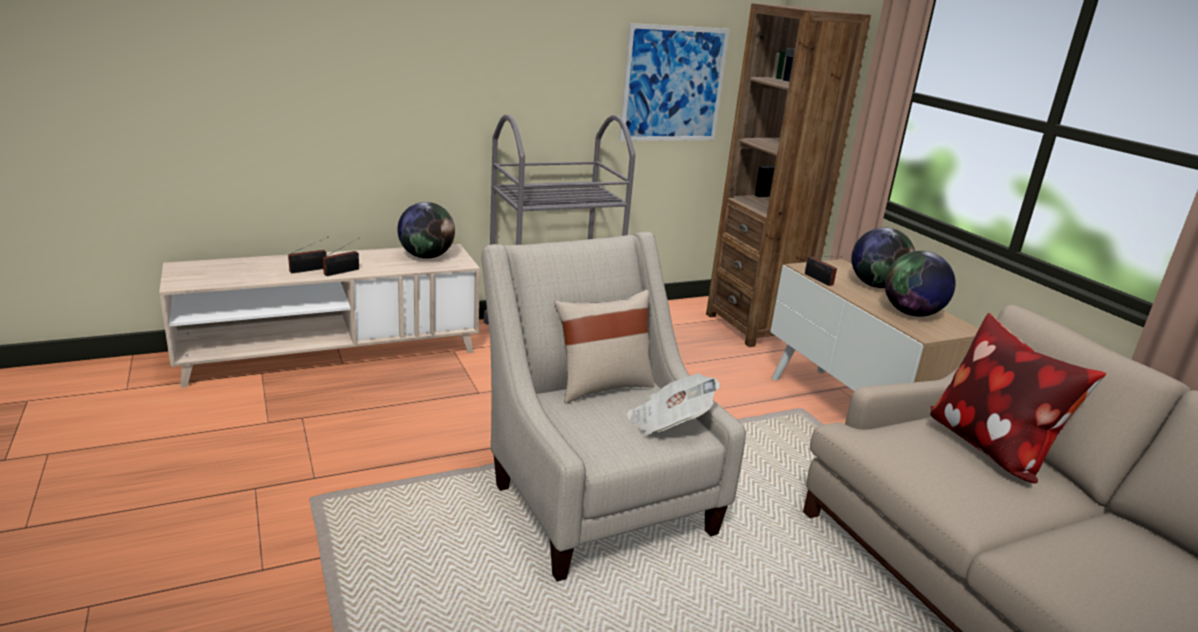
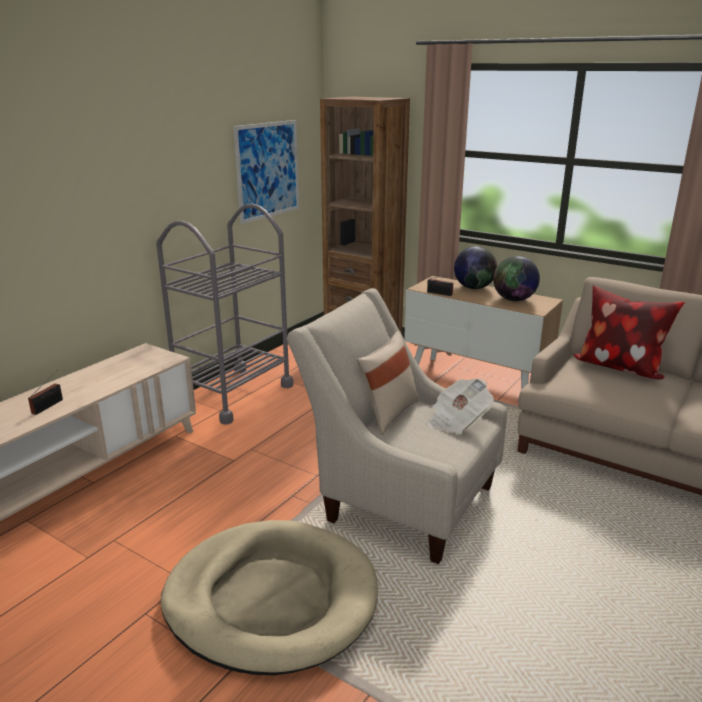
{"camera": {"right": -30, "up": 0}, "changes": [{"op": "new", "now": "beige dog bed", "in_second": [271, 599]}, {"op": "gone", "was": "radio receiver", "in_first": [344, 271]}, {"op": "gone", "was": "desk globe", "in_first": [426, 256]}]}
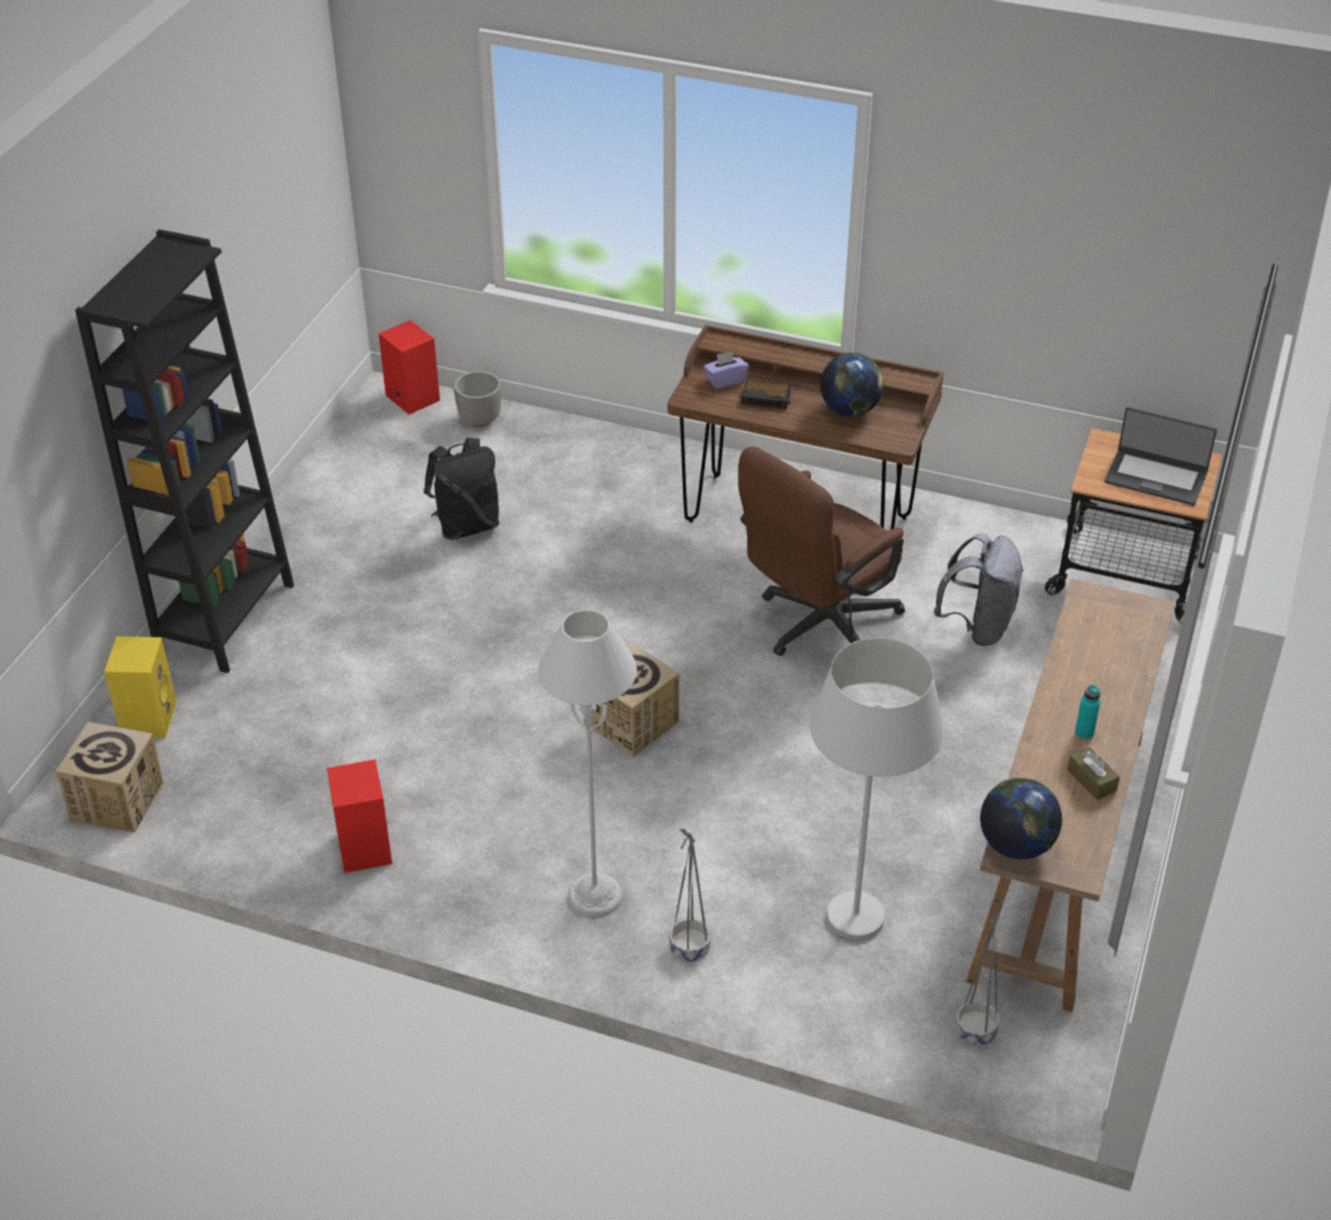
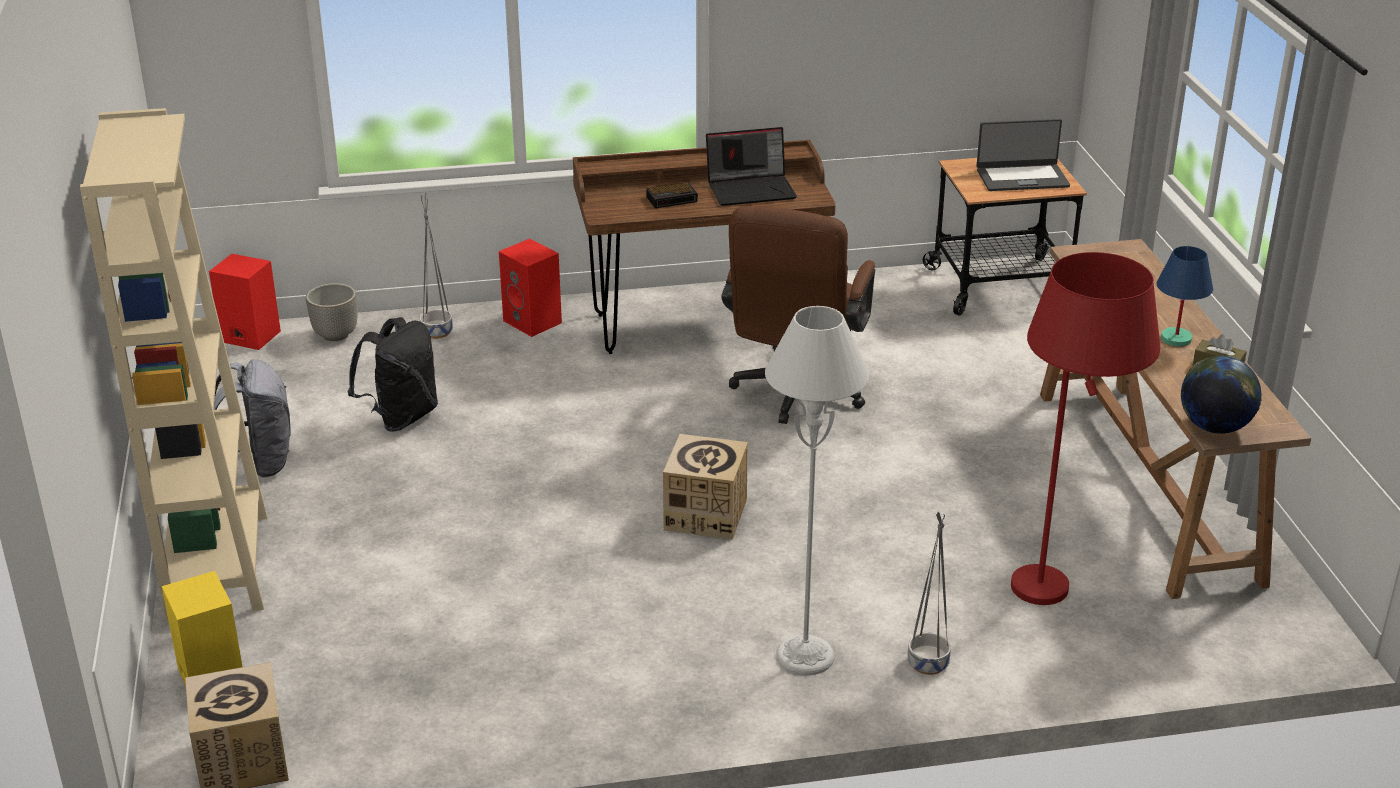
{"camera": {"right": -30, "up": -10}, "changes": [{"op": "repainted", "was": "black-coloured bookshelf", "now": "beige bookshelf", "in_first": [225, 619], "in_second": [218, 566]}, {"op": "shifted", "was": "gray rucksack", "in_first": [977, 627], "in_second": [258, 463]}, {"op": "shifted", "was": "gray flower pot", "in_first": [975, 1030], "in_second": [437, 331]}, {"op": "shifted", "was": "red-coloured speaker", "in_first": [366, 849], "in_second": [534, 322]}, {"op": "swapped", "was": "desk globe", "now": "portable computer", "in_first": [850, 410], "in_second": [752, 189]}, {"op": "repainted", "was": "white standard lamp", "now": "red-coloured standard lamp", "in_first": [855, 943], "in_second": [1058, 605]}, {"op": "swapped", "was": "turquoise drink bottle", "now": "blue-coloured table lamp", "in_first": [1084, 733], "in_second": [1176, 339]}, {"op": "gone", "was": "purple-coloured tissue holder", "in_first": [725, 380]}]}
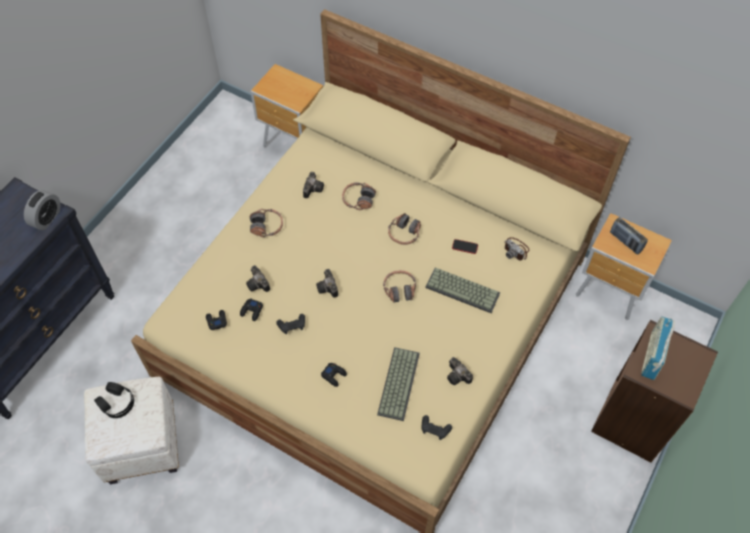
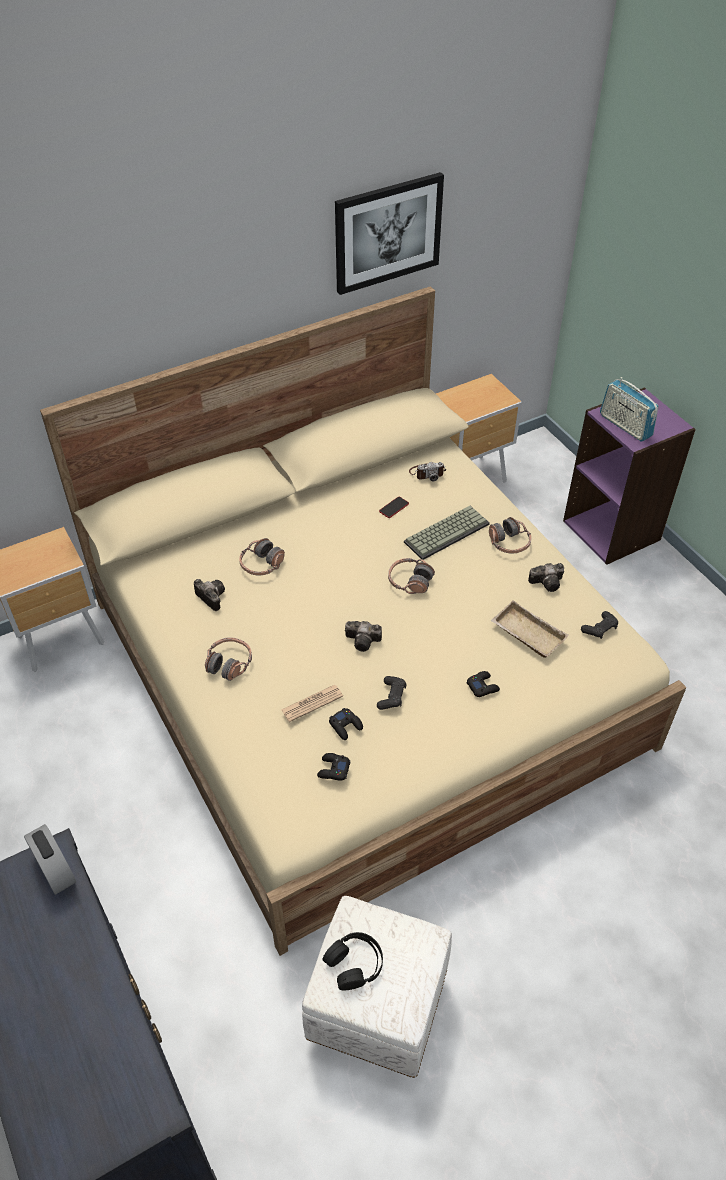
{"camera": {"right": -60, "up": -10}, "changes": [{"op": "swapped", "was": "still camera", "now": "newspaper", "in_first": [258, 284], "in_second": [312, 703]}, {"op": "new", "now": "wall picture", "in_second": [387, 233]}, {"op": "shifted", "was": "pair of headphones", "in_first": [404, 233], "in_second": [509, 543]}, {"op": "swapped", "was": "computer keyboard", "now": "beige serving tray", "in_first": [397, 382], "in_second": [526, 634]}, {"op": "repainted", "was": "brown bookshelf", "now": "purple-coloured bookshelf", "in_first": [633, 420], "in_second": [612, 530]}, {"op": "gone", "was": "radio receiver", "in_first": [625, 242]}]}
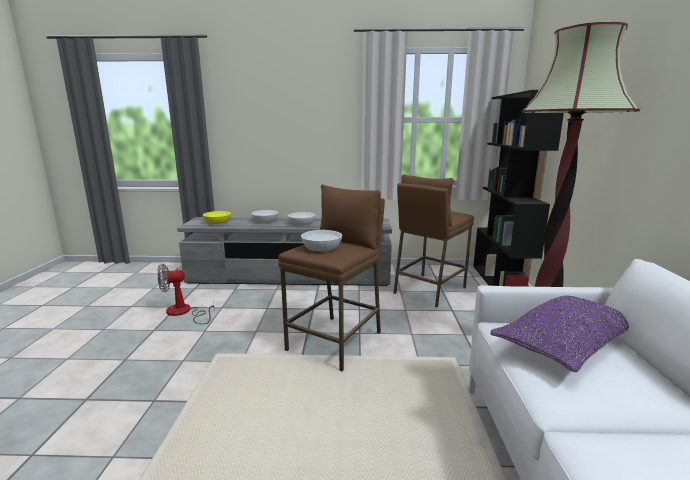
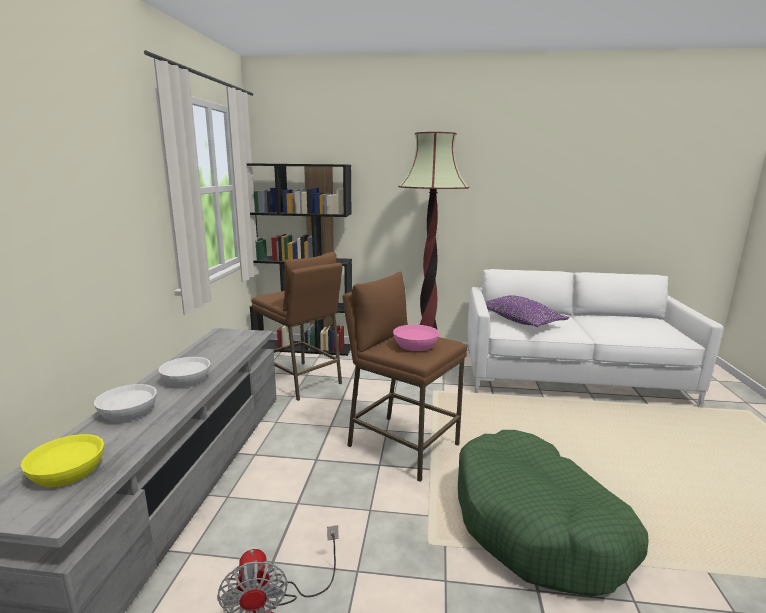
{"camera": {"right": -85, "up": 0}, "changes": [{"op": "repainted", "was": "white bowl", "now": "pinkish bowl", "in_first": [322, 247], "in_second": [416, 345]}, {"op": "new", "now": "green-coloured dog bed", "in_second": [537, 525]}]}
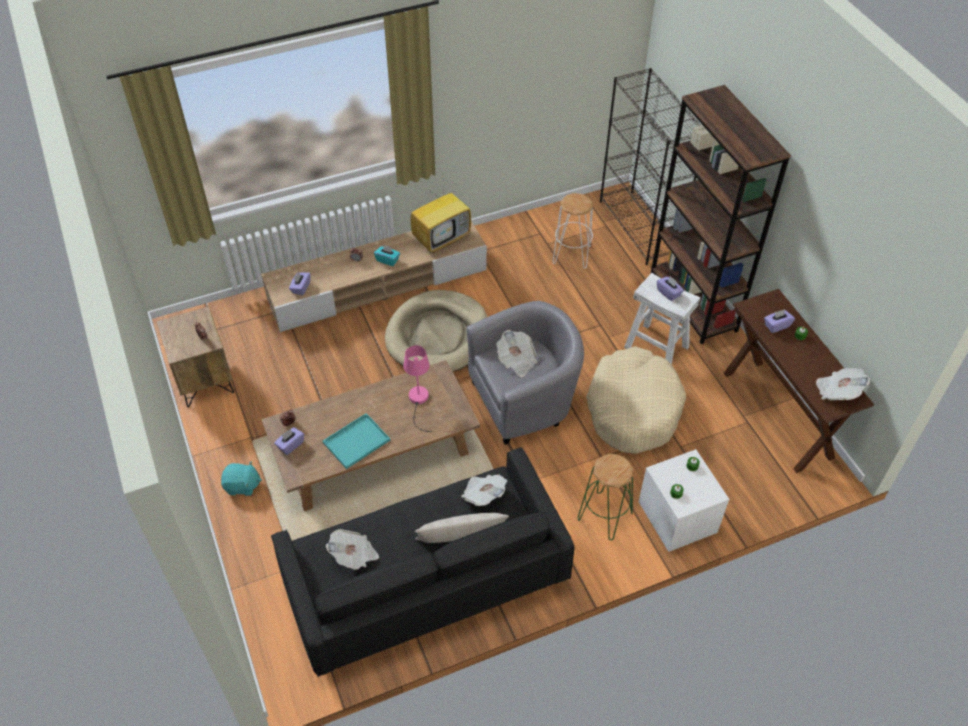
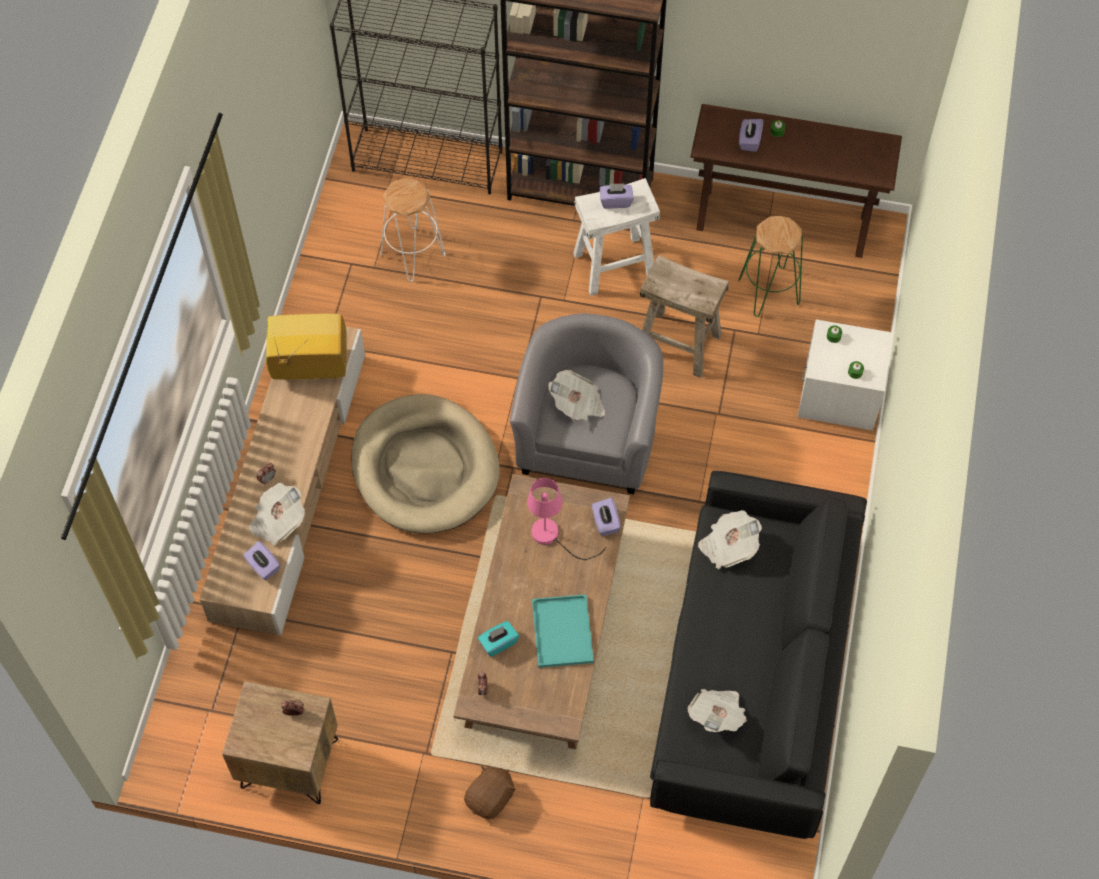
{"camera": {"right": -55, "up": 10}, "changes": [{"op": "shifted", "was": "newspaper", "in_first": [838, 391], "in_second": [277, 521]}, {"op": "rotated", "was": "television", "in_first": [442, 238], "in_second": [308, 367], "clockwise": -90}, {"op": "repainted", "was": "turquoise soft toy", "now": "brown soft toy", "in_first": [242, 486], "in_second": [490, 798]}, {"op": "shifted", "was": "turquoise tissue holder", "in_first": [387, 260], "in_second": [498, 643]}, {"op": "shifted", "was": "purple-coloured tissue holder", "in_first": [290, 445], "in_second": [605, 522]}, {"op": "swapped", "was": "beige dog bed", "now": "beige sitting stool", "in_first": [633, 409], "in_second": [679, 343]}, {"op": "shifted", "was": "green-coloured sitting stool", "in_first": [604, 516], "in_second": [769, 292]}, {"op": "gone", "was": "beige throw pillow", "in_first": [461, 537]}]}
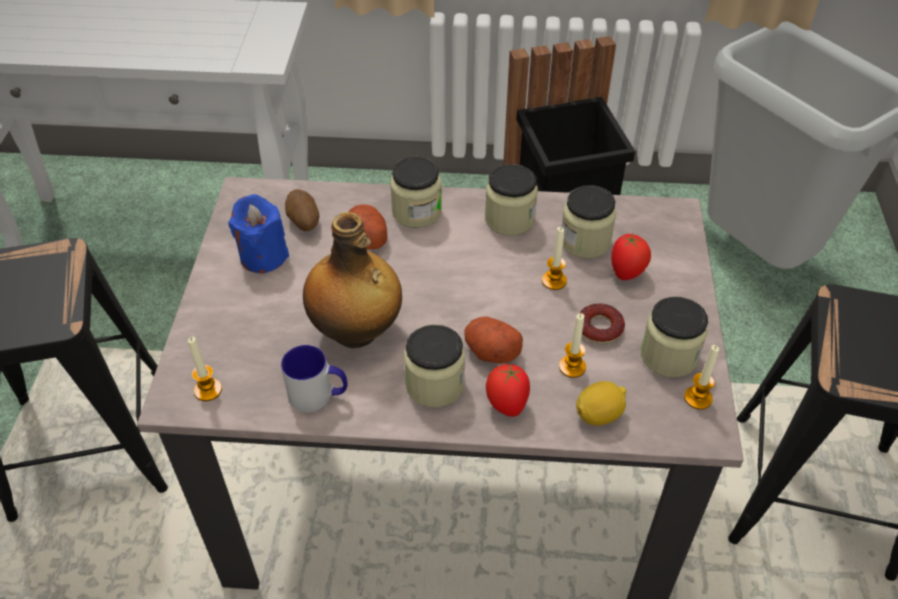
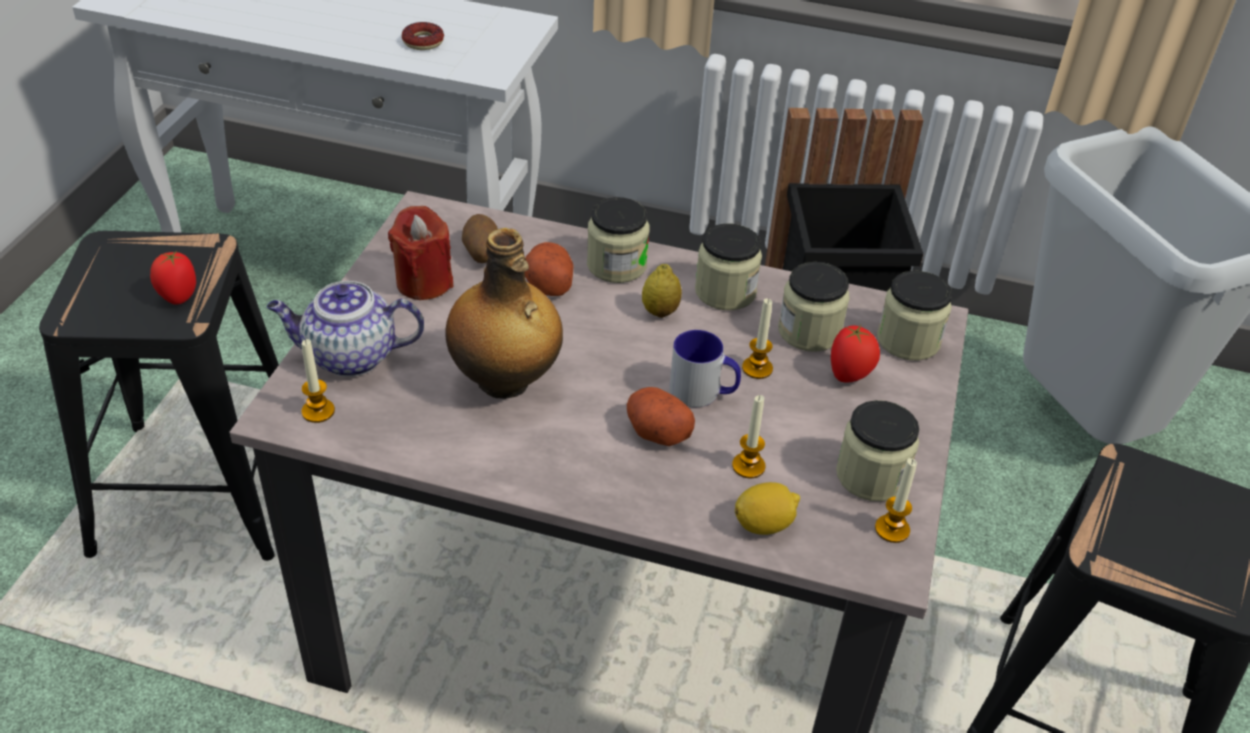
{"camera": {"right": 10, "up": -5}, "changes": [{"op": "shifted", "was": "fresh tomato", "in_first": [506, 405], "in_second": [178, 296]}, {"op": "new", "now": "pot for tea", "in_second": [349, 356]}, {"op": "repainted", "was": "blue-coloured wax light", "now": "red-coloured wax light", "in_first": [263, 256], "in_second": [424, 282]}, {"op": "shifted", "was": "donut", "in_first": [599, 328], "in_second": [423, 42]}, {"op": "new", "now": "whole lemon", "in_second": [660, 311]}, {"op": "shifted", "was": "mug", "in_first": [318, 395], "in_second": [703, 393]}, {"op": "shifted", "was": "storage jar", "in_first": [435, 384], "in_second": [908, 340]}]}
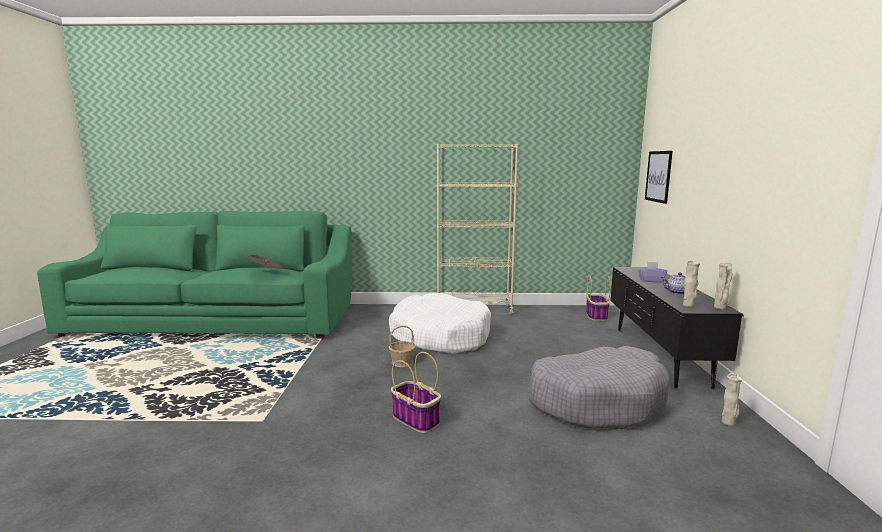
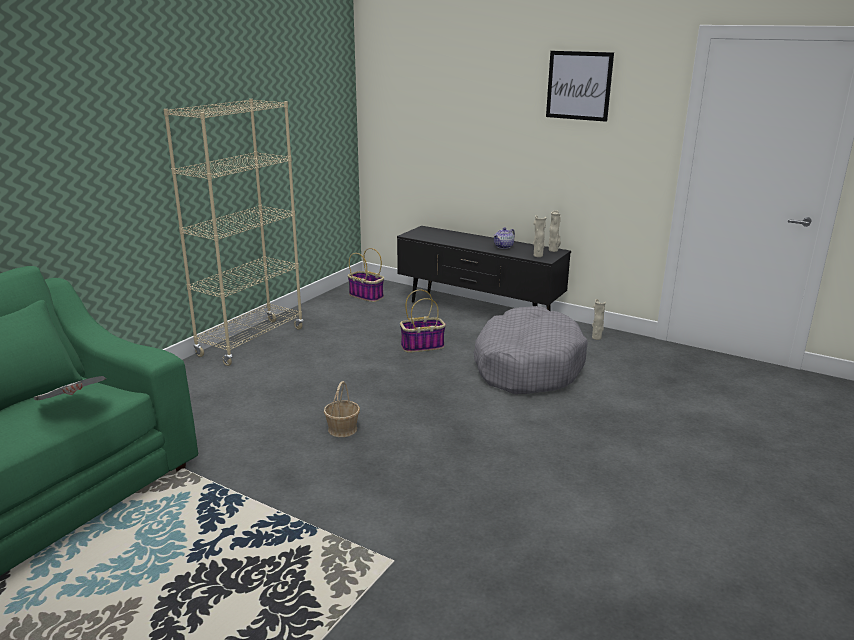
{"camera": {"right": -60, "up": 10}, "changes": [{"op": "shifted", "was": "storage basket", "in_first": [416, 420], "in_second": [422, 346]}, {"op": "shifted", "was": "wall picture", "in_first": [658, 176], "in_second": [579, 85]}, {"op": "gone", "was": "white dog bed", "in_first": [440, 336]}, {"op": "gone", "was": "purple-coloured tissue holder", "in_first": [651, 280]}]}
